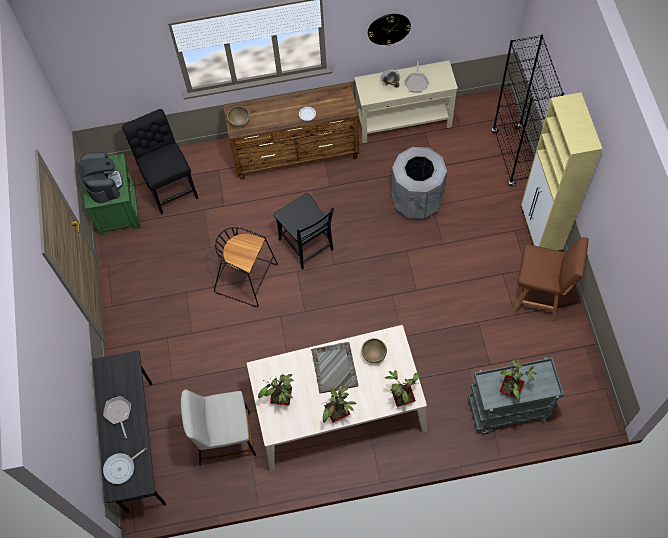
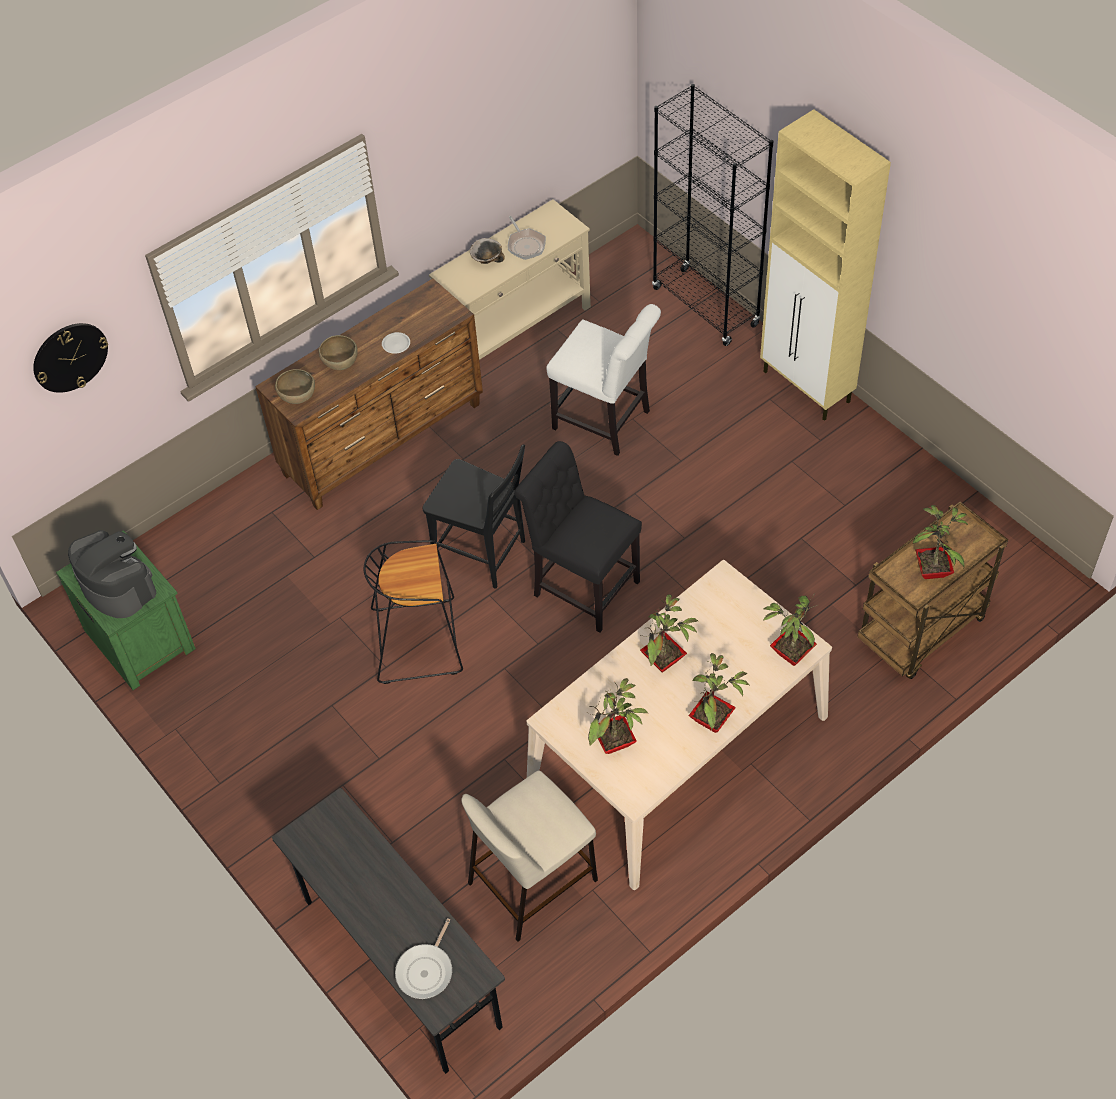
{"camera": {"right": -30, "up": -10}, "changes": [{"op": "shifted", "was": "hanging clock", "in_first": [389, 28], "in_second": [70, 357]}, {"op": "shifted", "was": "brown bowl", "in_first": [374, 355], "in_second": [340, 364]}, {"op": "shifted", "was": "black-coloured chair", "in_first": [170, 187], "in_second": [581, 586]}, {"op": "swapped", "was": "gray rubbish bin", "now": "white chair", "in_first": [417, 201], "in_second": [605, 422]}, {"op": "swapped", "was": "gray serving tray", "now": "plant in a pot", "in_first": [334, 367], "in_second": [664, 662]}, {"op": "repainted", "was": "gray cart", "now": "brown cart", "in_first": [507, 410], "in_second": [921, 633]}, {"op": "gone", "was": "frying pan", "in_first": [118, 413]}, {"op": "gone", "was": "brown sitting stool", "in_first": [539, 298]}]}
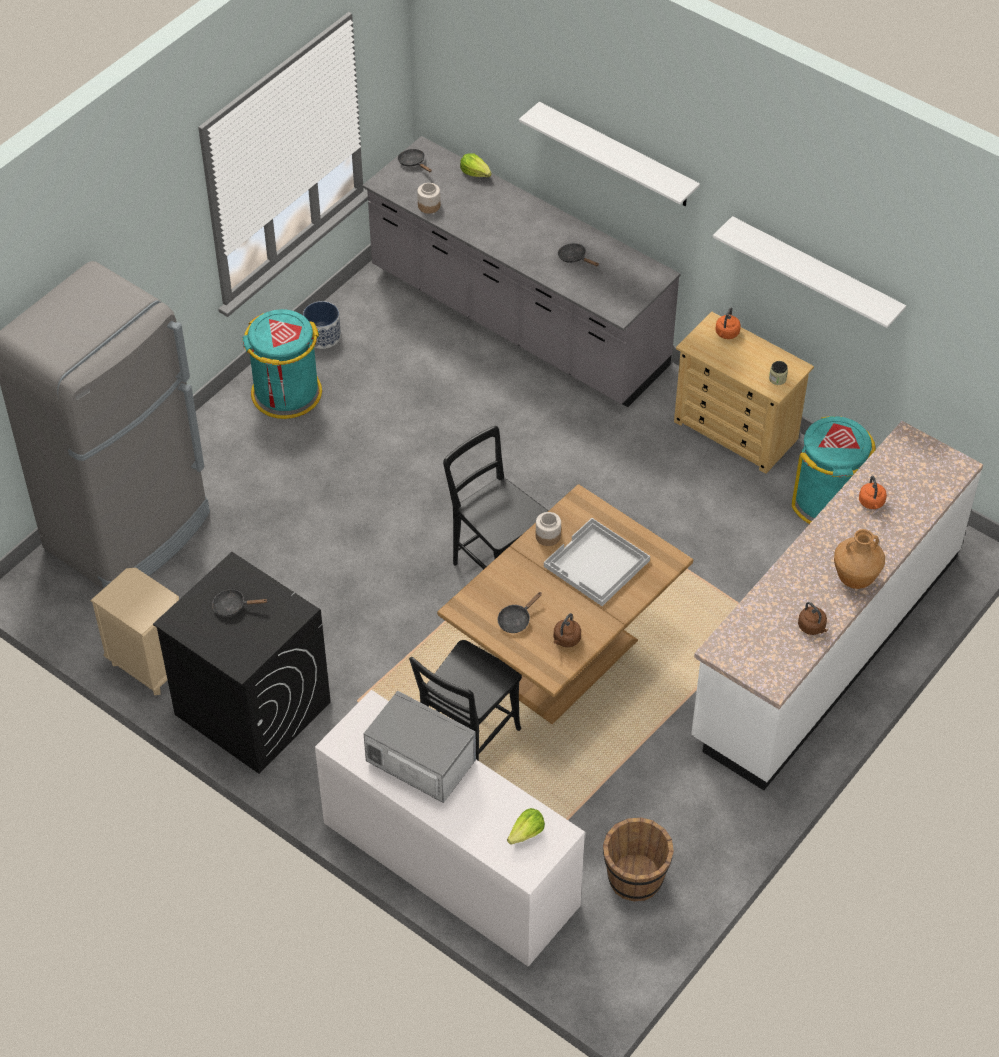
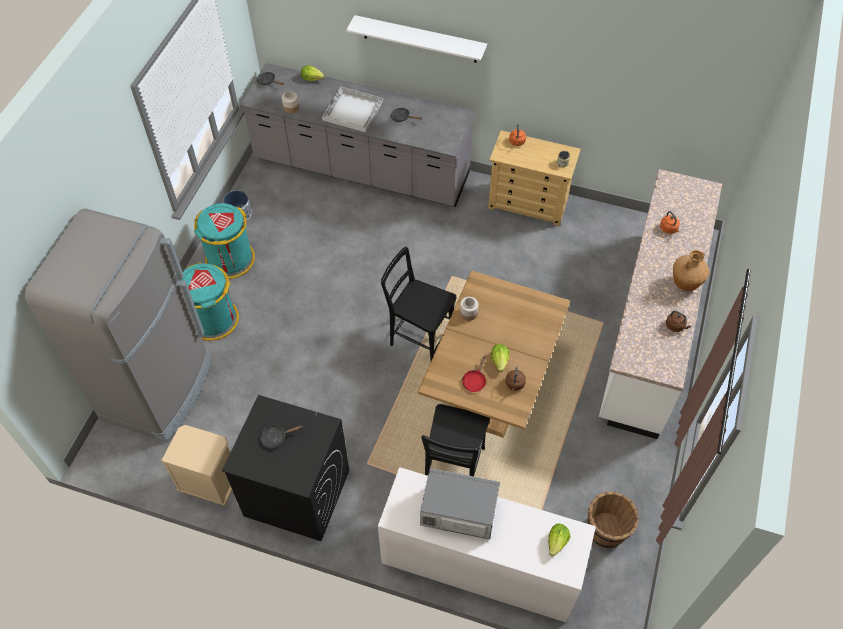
{"camera": {"right": -20, "up": 5}, "changes": [{"op": "shifted", "was": "turquoise rubbish bin", "in_first": [828, 501], "in_second": [213, 319]}, {"op": "shifted", "was": "white serving tray", "in_first": [596, 564], "in_second": [353, 111]}, {"op": "repainted", "was": "black-coloured frying pan", "now": "red-coloured frying pan", "in_first": [516, 620], "in_second": [474, 380]}, {"op": "new", "now": "lettuce", "in_second": [500, 361]}, {"op": "gone", "was": "white wall shelf", "in_first": [815, 273]}]}
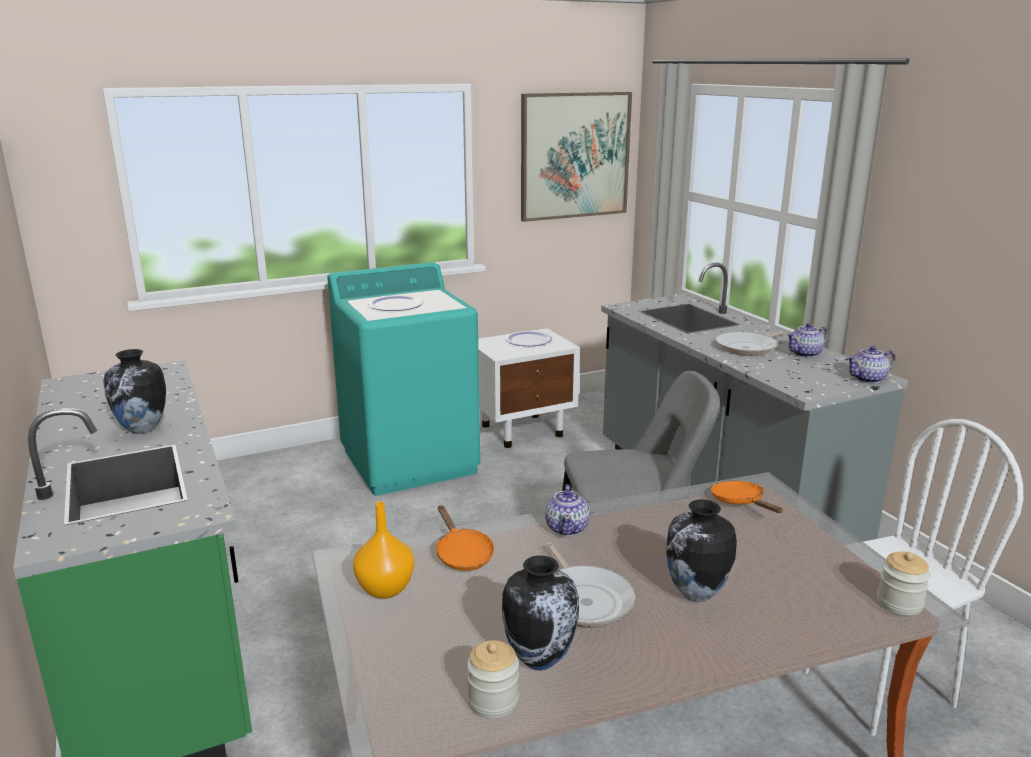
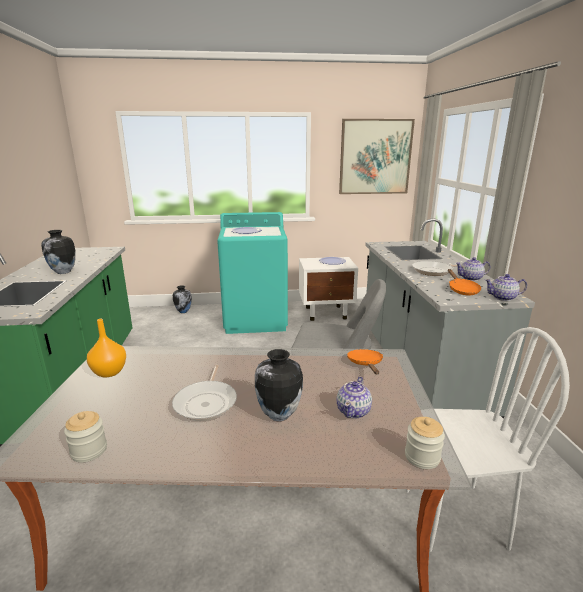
{"camera": {"right": 20, "up": 0}, "changes": [{"op": "shifted", "was": "vase", "in_first": [540, 659], "in_second": [183, 311]}, {"op": "shifted", "was": "pot for tea", "in_first": [567, 528], "in_second": [354, 411]}, {"op": "shifted", "was": "orange frying pan", "in_first": [462, 554], "in_second": [461, 290]}]}
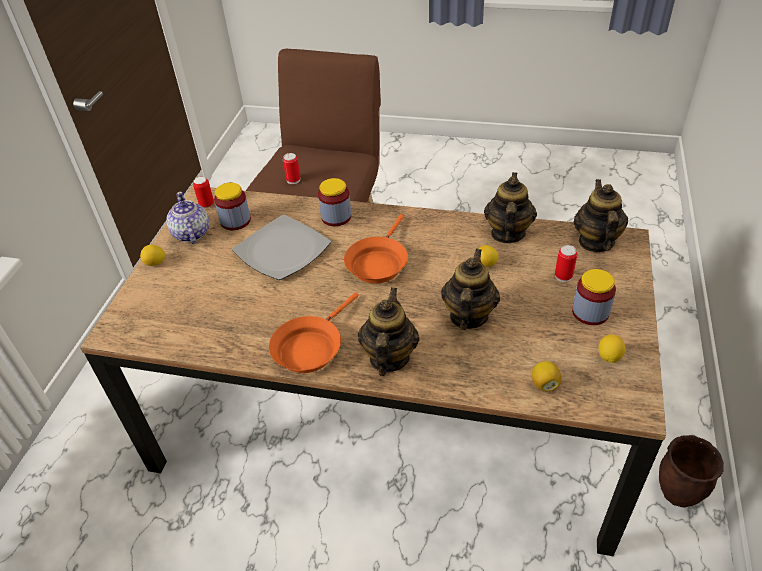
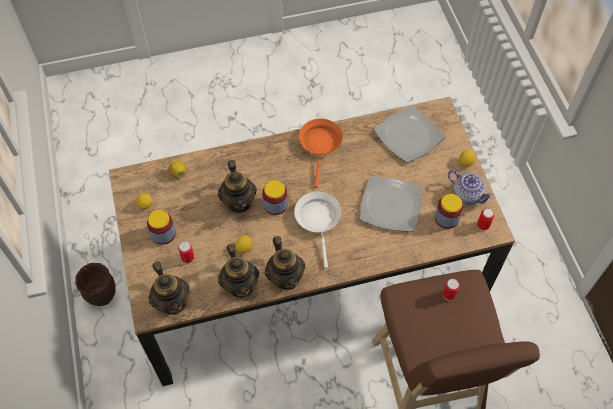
{"camera": {"right": 150, "up": 15}, "changes": [{"op": "shifted", "was": "storage jar", "in_first": [336, 217], "in_second": [275, 204]}, {"op": "shifted", "was": "pot for tea", "in_first": [388, 357], "in_second": [285, 277]}, {"op": "repainted", "was": "orange frying pan", "now": "white frying pan", "in_first": [378, 263], "in_second": [318, 220]}, {"op": "new", "now": "plate", "in_second": [408, 136]}]}
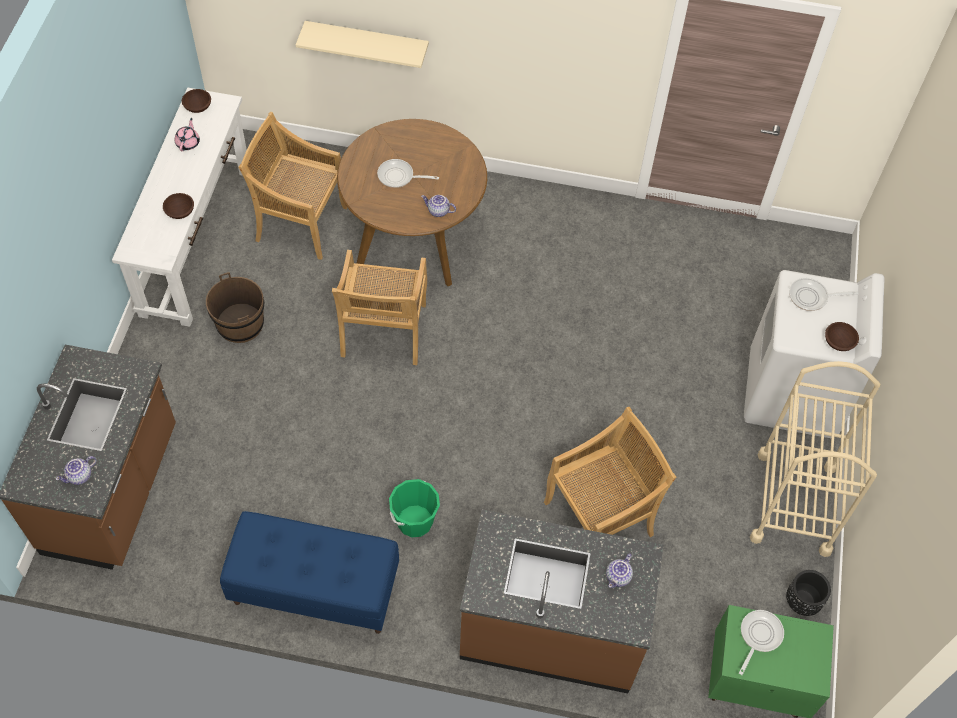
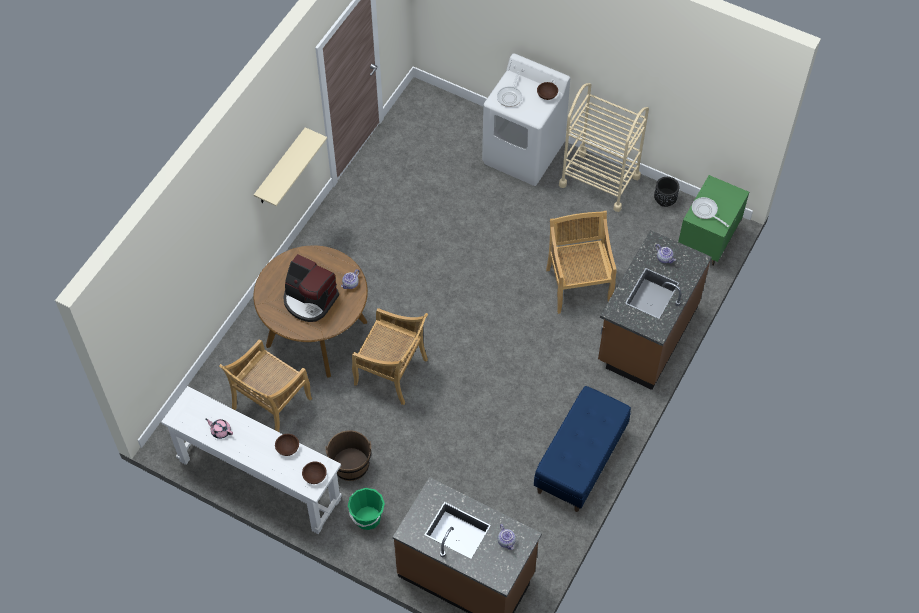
{"camera": {"right": -70, "up": 0}, "changes": [{"op": "shifted", "was": "beige wall shelf", "in_first": [367, 43], "in_second": [280, 168]}, {"op": "swapped", "was": "frying pan", "now": "coffee maker", "in_first": [399, 177], "in_second": [309, 300]}, {"op": "shifted", "was": "brown bowl", "in_first": [197, 107], "in_second": [315, 476]}, {"op": "shifted", "was": "green-coloured water bucket", "in_first": [414, 521], "in_second": [367, 518]}]}
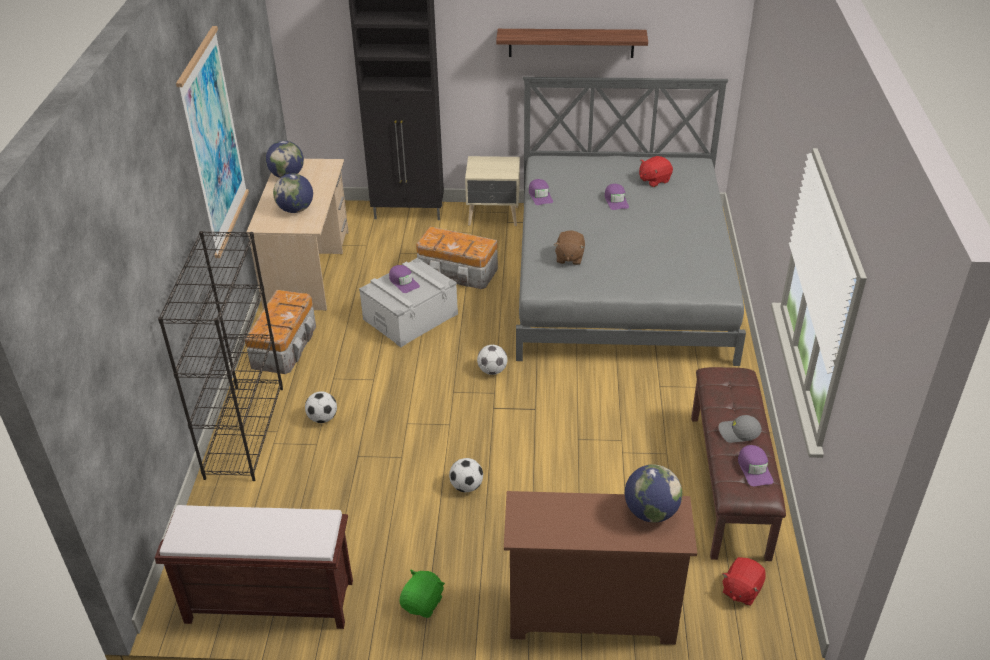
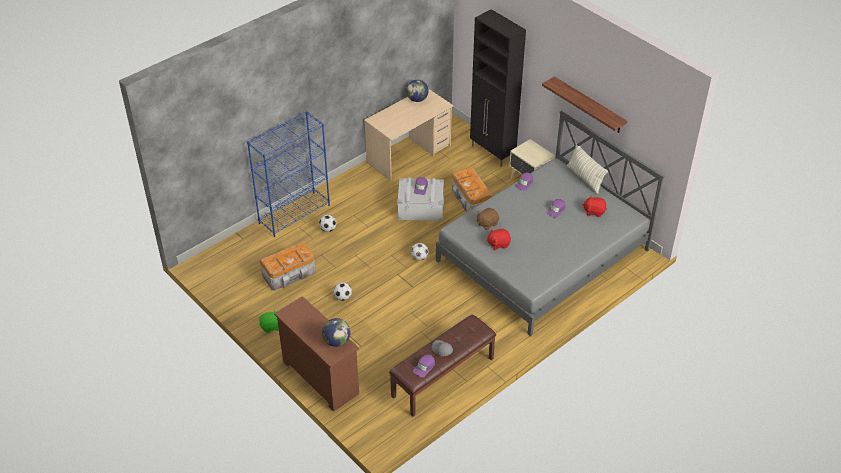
{"camera": {"right": 45, "up": 5}, "changes": [{"op": "repainted", "was": "black-coloured bookshelf", "now": "blue-coloured bookshelf", "in_first": [244, 431], "in_second": [294, 213]}, {"op": "shifted", "was": "storage container", "in_first": [285, 345], "in_second": [290, 274]}, {"op": "shifted", "was": "red-coloured soft toy", "in_first": [741, 590], "in_second": [498, 244]}, {"op": "new", "now": "throw pillow", "in_second": [585, 178]}, {"op": "gone", "was": "brown indoor bench", "in_first": [268, 602]}, {"op": "gone", "was": "wall picture", "in_first": [213, 143]}, {"op": "gone", "was": "desk globe", "in_first": [296, 209]}]}
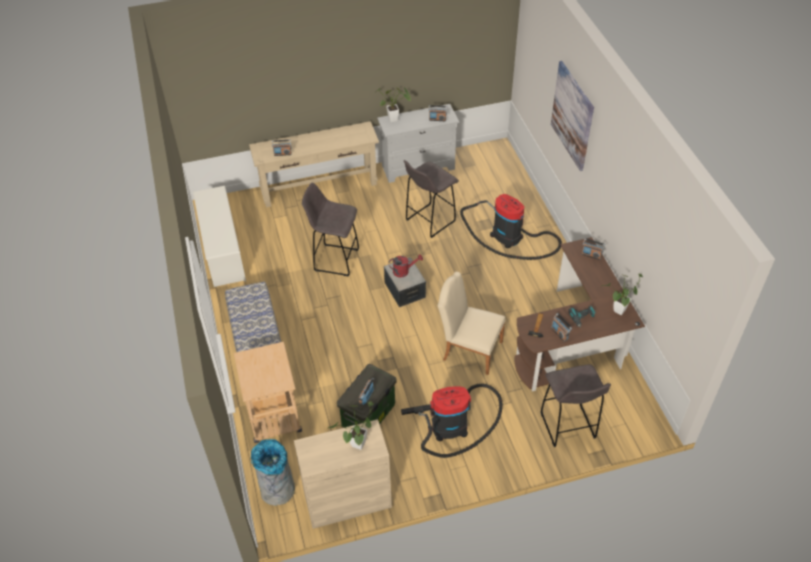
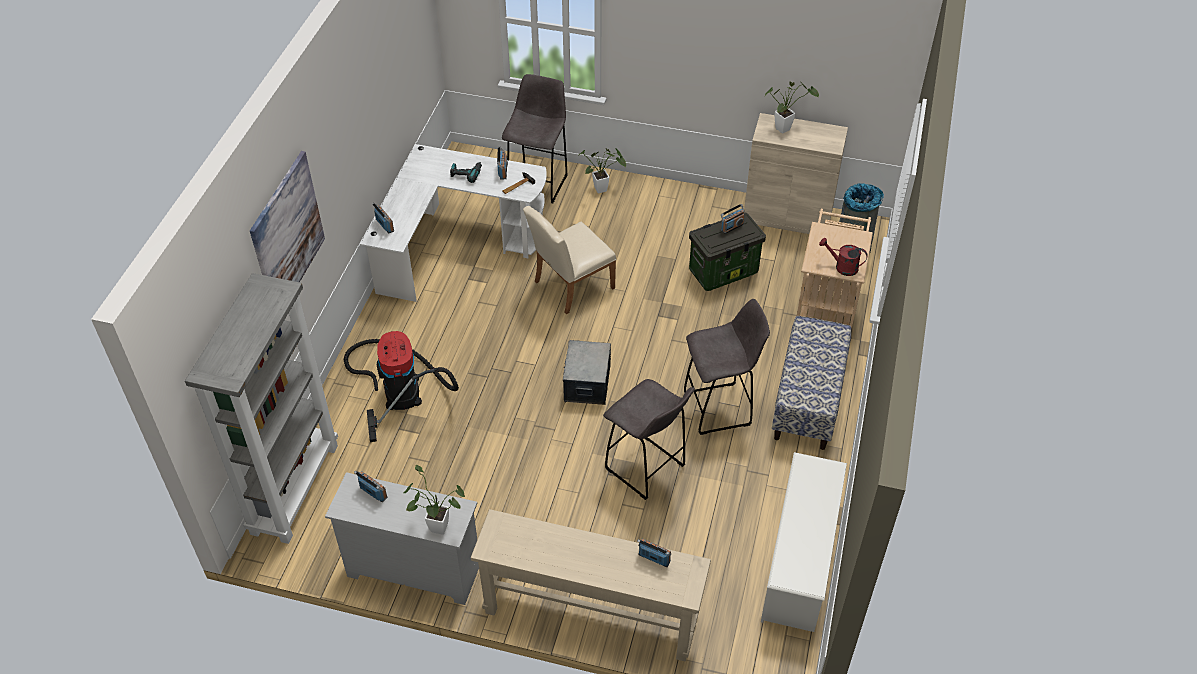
{"camera": {"right": -150, "up": 0}, "changes": [{"op": "new", "now": "gray bookshelf", "in_second": [294, 487]}, {"op": "repainted", "was": "brown desk", "now": "white desk", "in_first": [575, 343], "in_second": [455, 244]}, {"op": "rotated", "was": "beige chair", "in_first": [468, 349], "in_second": [569, 287], "clockwise": 90}, {"op": "shifted", "was": "plant in a pot", "in_first": [617, 312], "in_second": [603, 189]}, {"op": "shifted", "was": "gray sitting stool", "in_first": [429, 221], "in_second": [719, 408]}, {"op": "shifted", "was": "red-coloured sprinkling can", "in_first": [404, 271], "in_second": [842, 267]}, {"op": "gone", "was": "hoover", "in_first": [453, 425]}]}
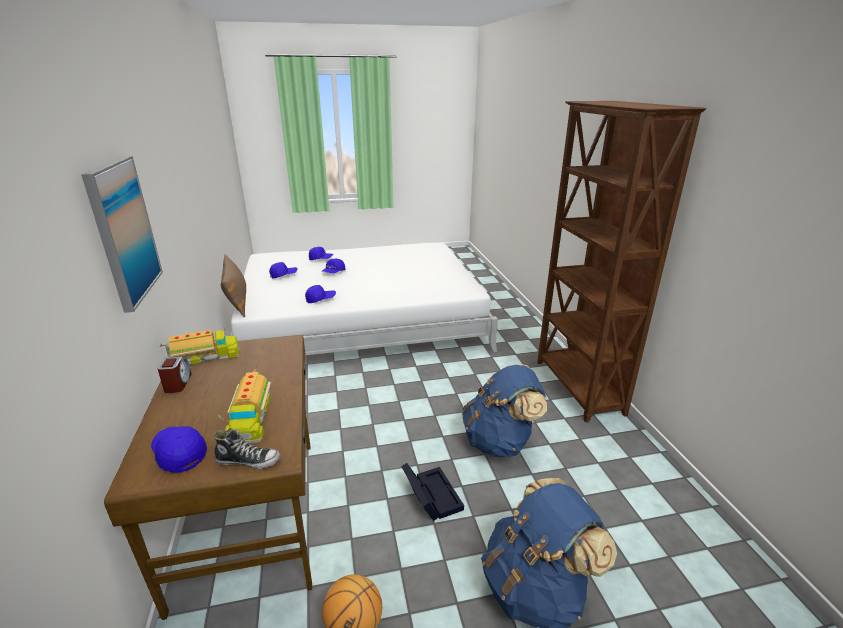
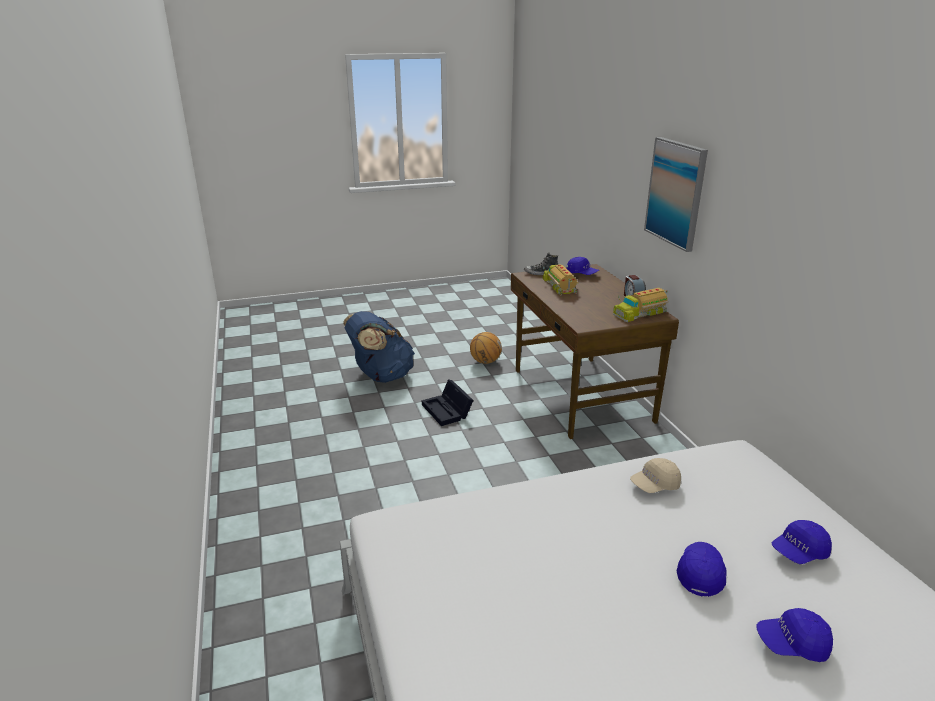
{"camera": {"right": 175, "up": 0}, "changes": [{"op": "repainted", "was": "blue-coloured peaked cap", "now": "beige peaked cap", "in_first": [320, 299], "in_second": [654, 485]}, {"op": "gone", "was": "brown throw pillow", "in_first": [237, 301]}, {"op": "gone", "was": "blue-coloured rucksack", "in_first": [500, 441]}, {"op": "gone", "was": "brown bookshelf", "in_first": [578, 387]}]}
